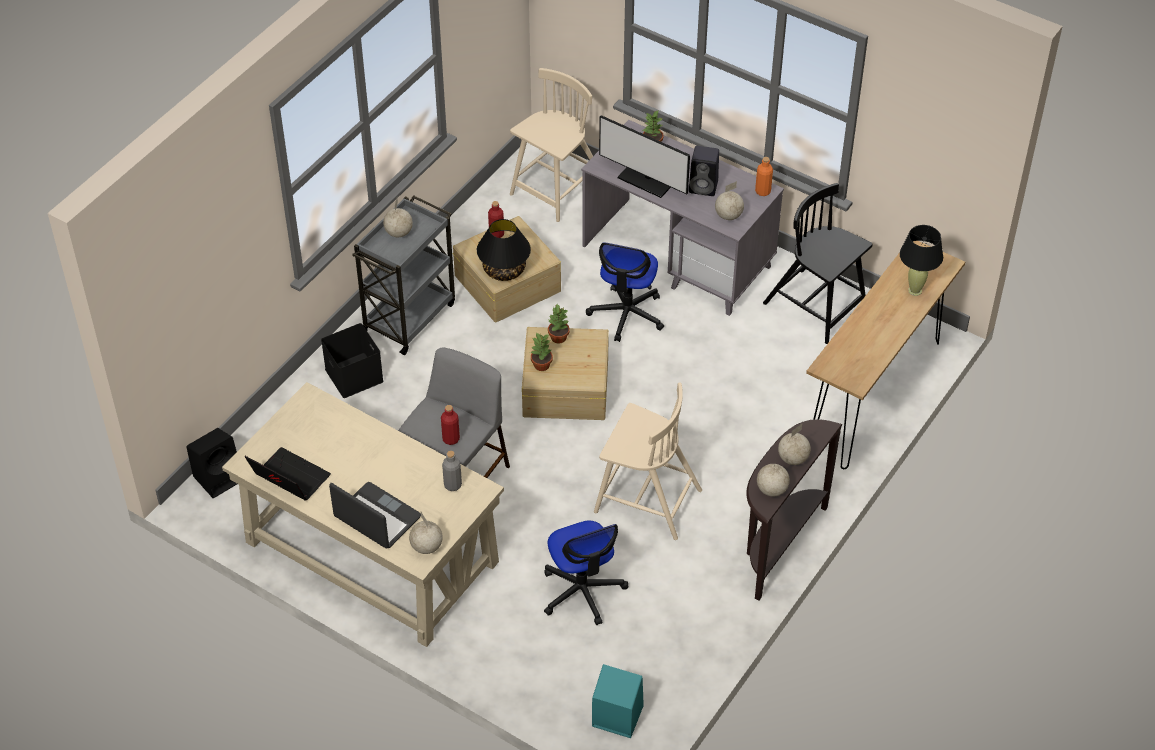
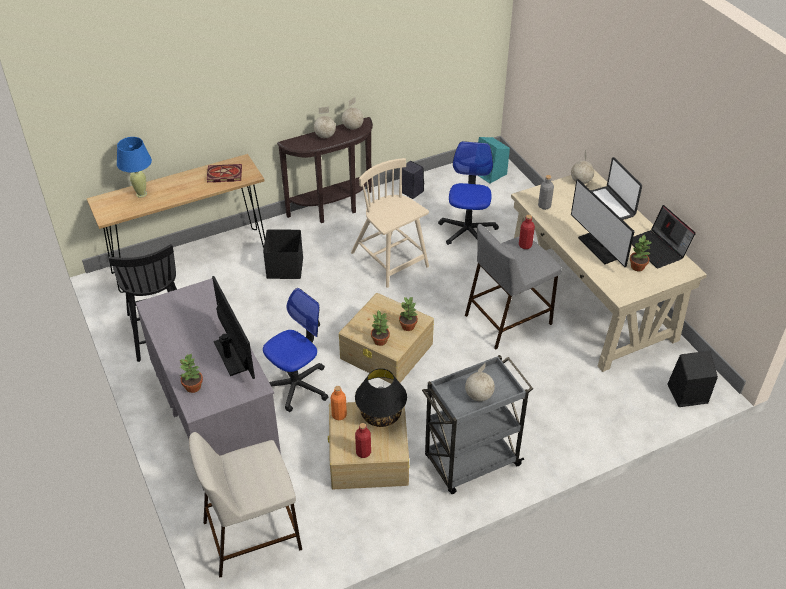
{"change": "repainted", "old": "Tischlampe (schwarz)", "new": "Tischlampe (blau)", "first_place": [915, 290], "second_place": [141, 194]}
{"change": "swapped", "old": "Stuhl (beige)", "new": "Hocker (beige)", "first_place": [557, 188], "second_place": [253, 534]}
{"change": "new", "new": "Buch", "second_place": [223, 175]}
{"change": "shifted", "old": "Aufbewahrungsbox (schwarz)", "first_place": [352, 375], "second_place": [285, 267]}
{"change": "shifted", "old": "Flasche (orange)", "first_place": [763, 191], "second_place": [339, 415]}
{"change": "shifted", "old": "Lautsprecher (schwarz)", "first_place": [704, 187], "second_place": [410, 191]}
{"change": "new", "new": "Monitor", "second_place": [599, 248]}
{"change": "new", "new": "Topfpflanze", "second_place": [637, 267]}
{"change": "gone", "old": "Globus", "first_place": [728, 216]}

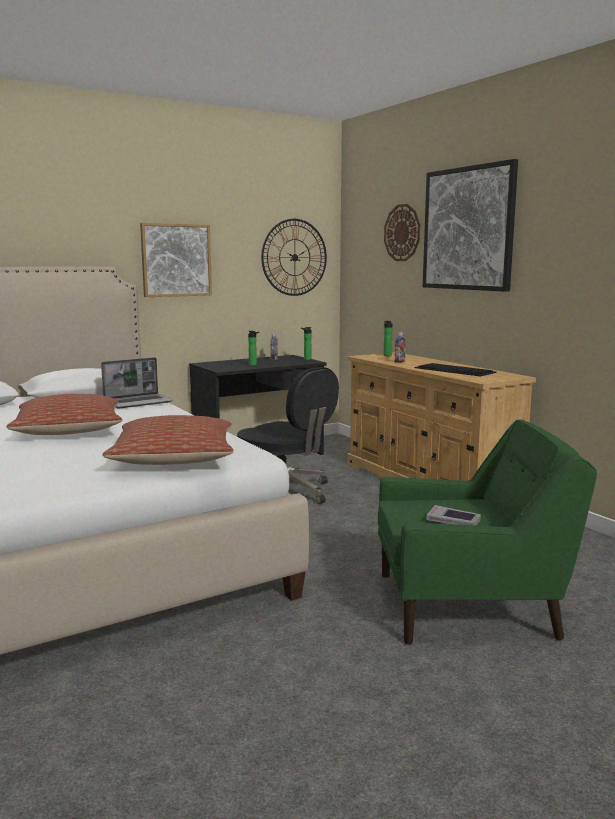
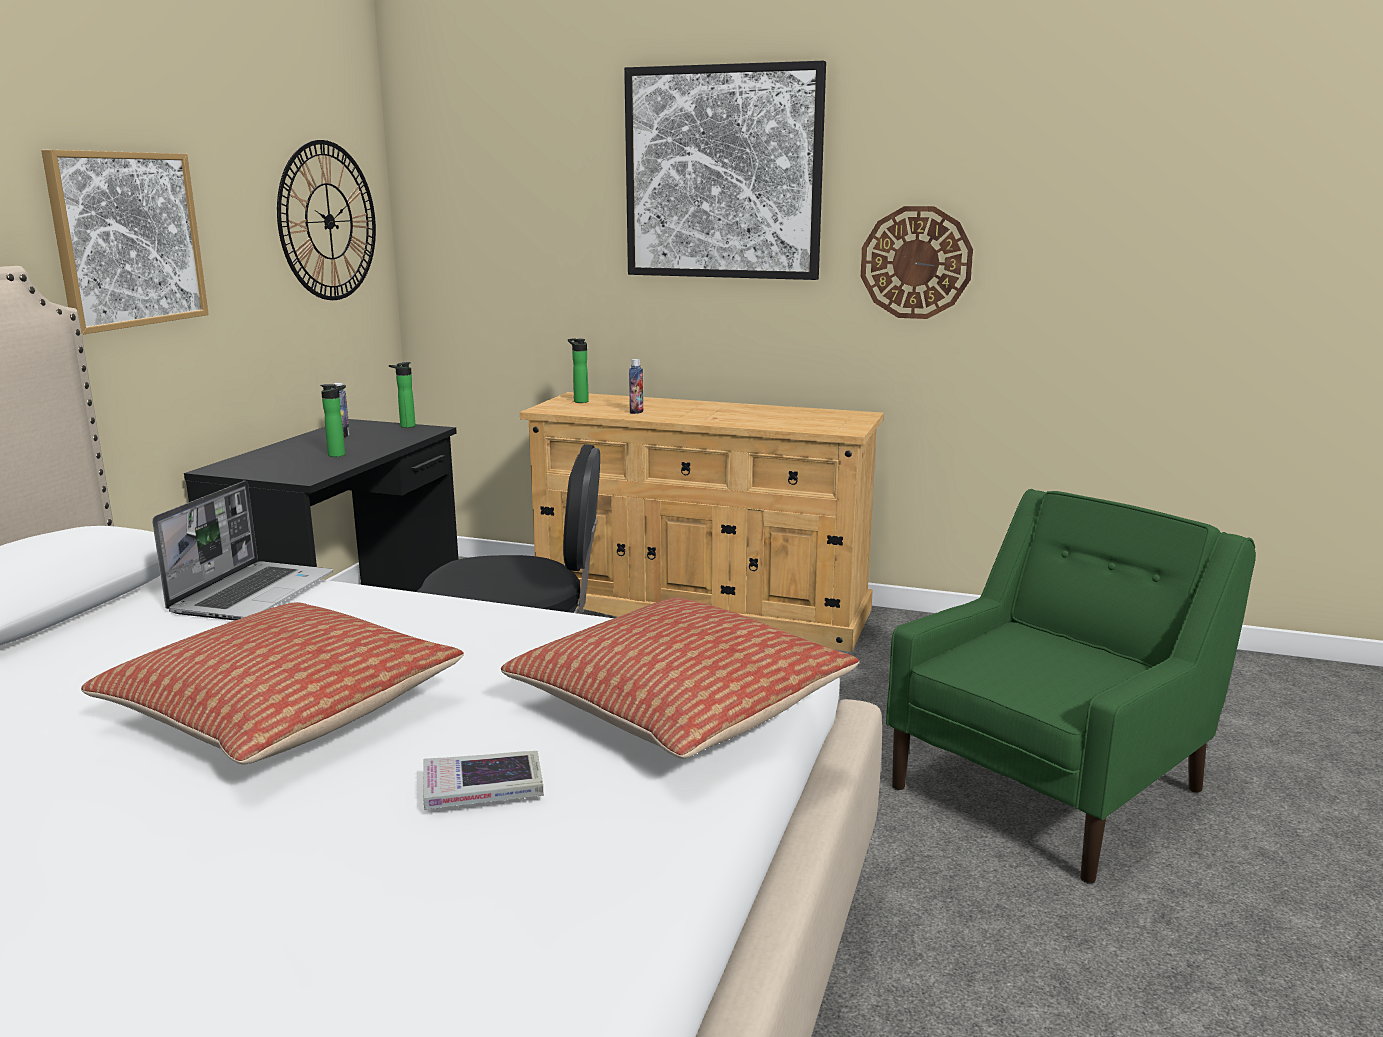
{"change": "shifted", "old": "Buch", "first_place": [453, 521], "second_place": [483, 789]}
{"change": "shifted", "old": "Wanduhr", "first_place": [402, 233], "second_place": [916, 262]}
{"change": "gone", "old": "Tastatur", "first_place": [455, 370]}

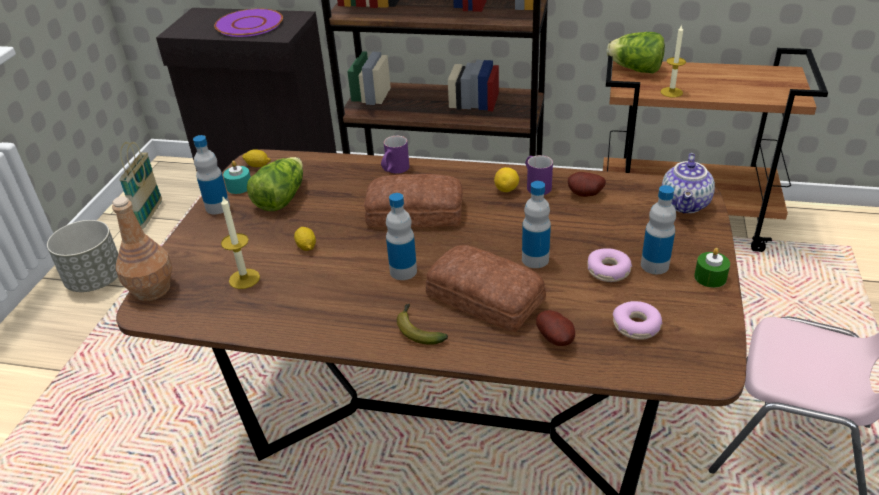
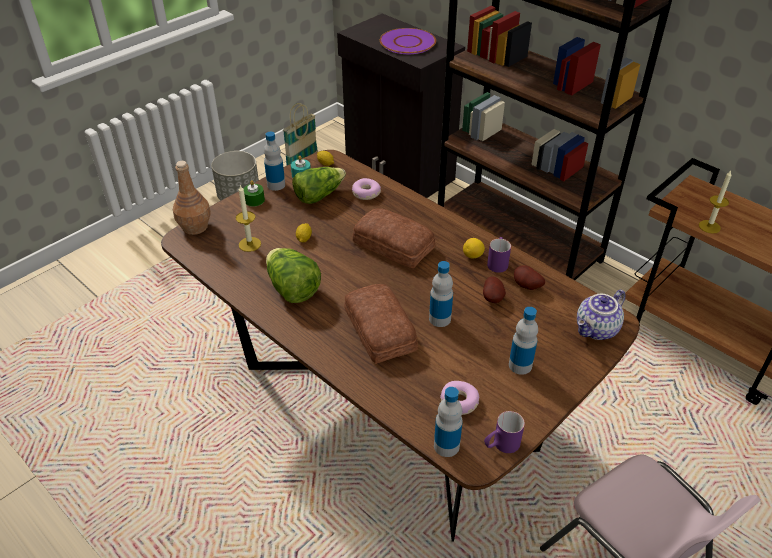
{"change": "shifted", "old": "Kerze (grün)", "first_place": [710, 277], "second_place": [254, 200]}
{"change": "shifted", "old": "Salatkopf", "first_place": [635, 70], "second_place": [292, 289]}
{"change": "shifted", "old": "Donut", "first_place": [608, 271], "second_place": [366, 193]}
{"change": "shifted", "old": "Flasche", "first_place": [403, 271], "second_place": [446, 446]}
{"change": "shifted", "old": "Kartoffel", "first_place": [556, 340], "second_place": [493, 298]}
{"change": "shifted", "old": "Henkelbecher (lila)", "first_place": [394, 170], "second_place": [501, 445]}
{"change": "gone", "old": "Banane", "first_place": [418, 330]}

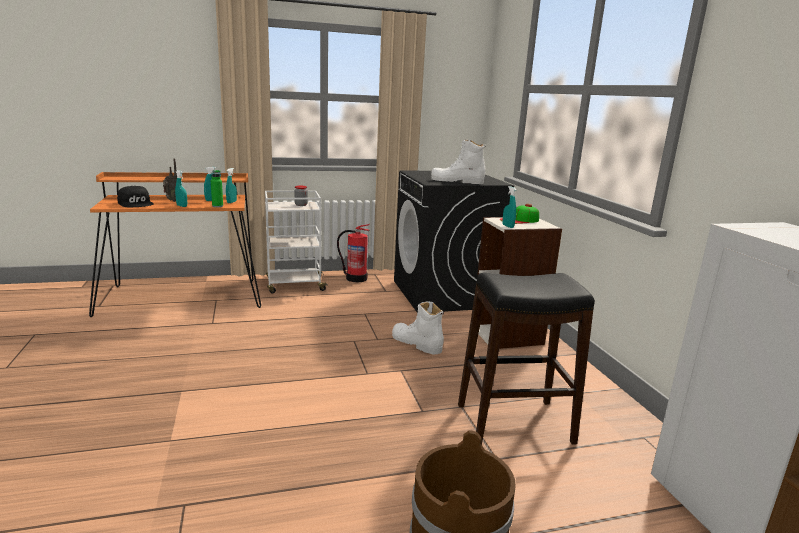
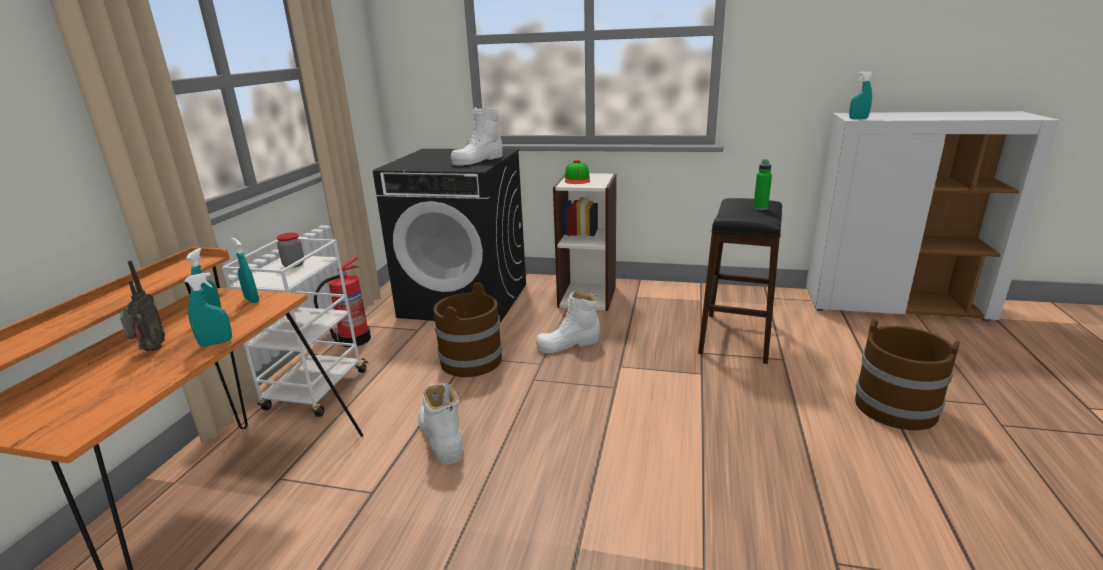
{"change": "new", "new": "Stiefel (weiß)", "second_place": [441, 438]}
{"change": "new", "new": "Eimer (braun)", "second_place": [471, 360]}
{"change": "shifted", "old": "Flasche (grün)", "first_place": [217, 206], "second_place": [760, 208]}
{"change": "shifted", "old": "Sprühflasche (türkis)", "first_place": [508, 226], "second_place": [858, 119]}
{"change": "gone", "old": "Kappe (schwarz)", "first_place": [136, 203]}

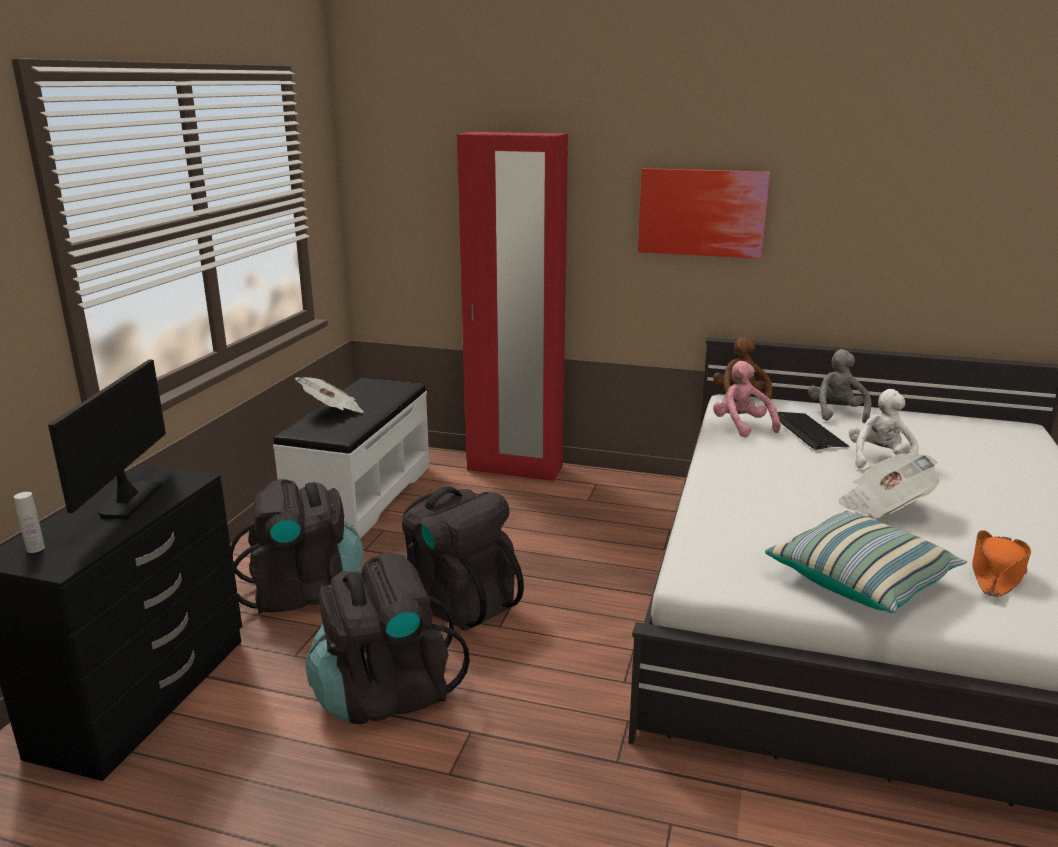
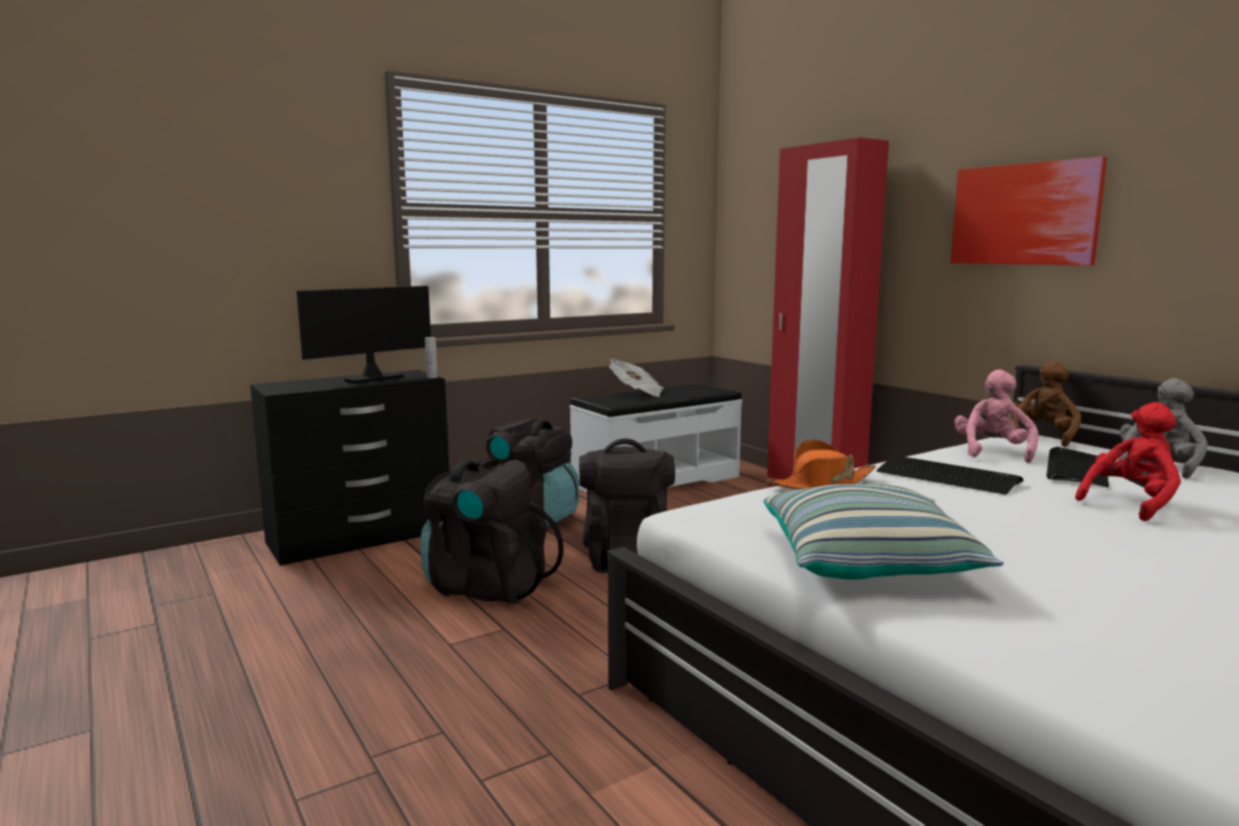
{"change": "shifted", "old": "Flasche (weiß)", "first_place": [35, 548], "second_place": [432, 377]}
{"change": "shifted", "old": "Hut (orange)", "first_place": [996, 573], "second_place": [821, 483]}
{"change": "new", "new": "Tastatur", "second_place": [946, 477]}
{"change": "repainted", "old": "Plüschtier (weiß)", "new": "Plüschtier (rot)", "first_place": [879, 460], "second_place": [1131, 504]}
{"change": "gone", "old": "Zeitung", "first_place": [884, 506]}

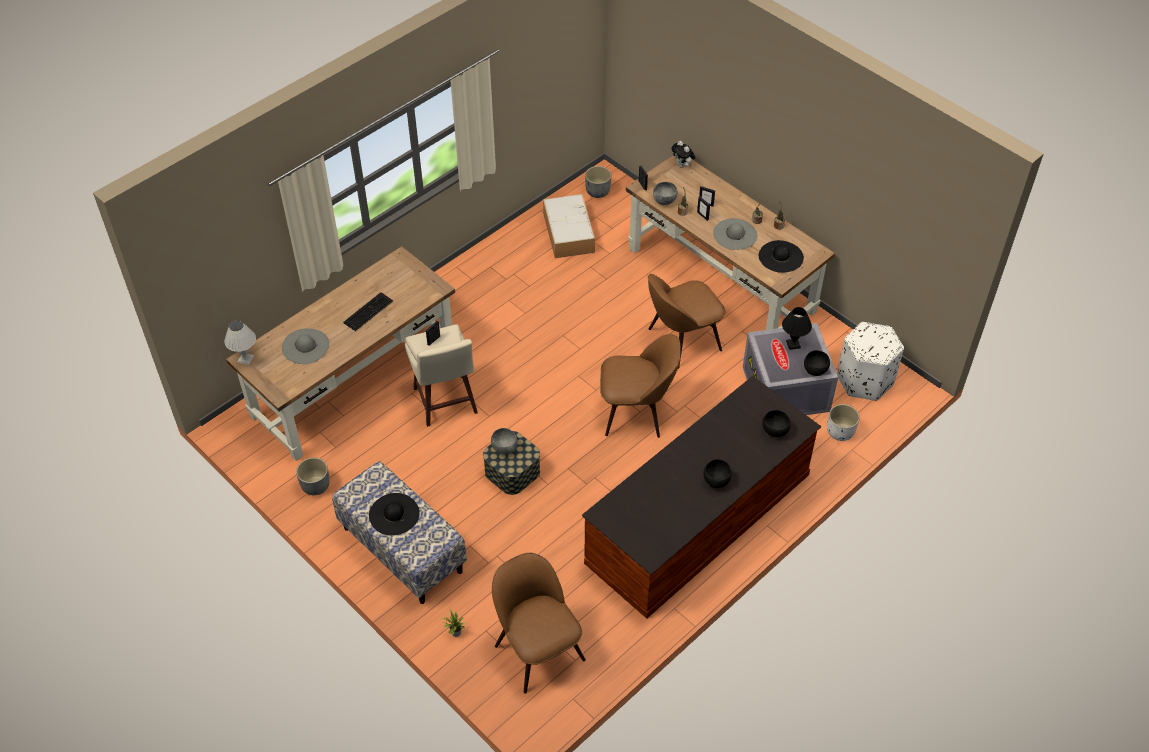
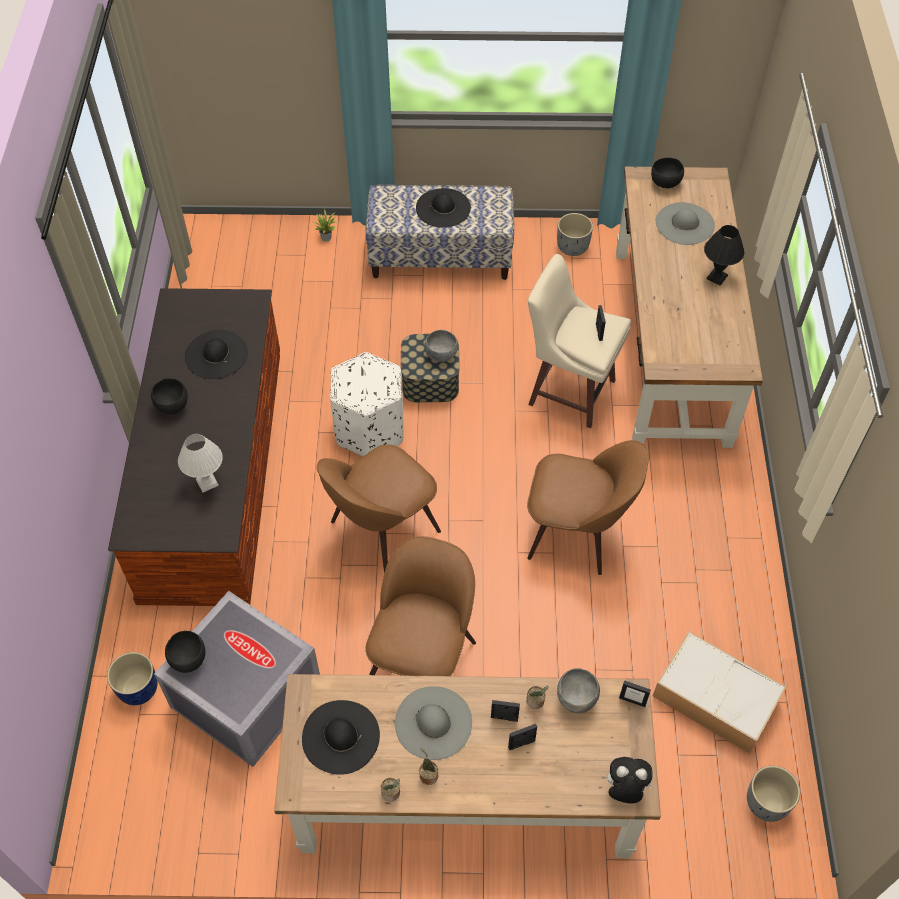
{"change": "repainted", "old": "Pflanzkübel (weiß)", "new": "Pflanzkübel (blau)", "first_place": [840, 432], "second_place": [138, 688]}
{"change": "shifted", "old": "Tischlampe (weiß)", "first_place": [245, 359], "second_place": [207, 483]}
{"change": "new", "new": "Hut (schwarz)", "second_place": [216, 354]}
{"change": "shifted", "old": "Polsterhocker (weiß)", "first_place": [864, 380], "second_place": [370, 429]}
{"change": "shifted", "old": "Stuhl (braun)", "first_place": [537, 649], "second_place": [577, 532]}
{"change": "shifted", "old": "Schüssel (schwarz)", "first_place": [774, 431], "second_place": [665, 184]}
{"change": "shifted", "old": "Tischlampe (schwarz)", "first_place": [793, 344], "second_place": [716, 277]}
{"change": "gone", "old": "Tastatur", "first_place": [368, 311]}

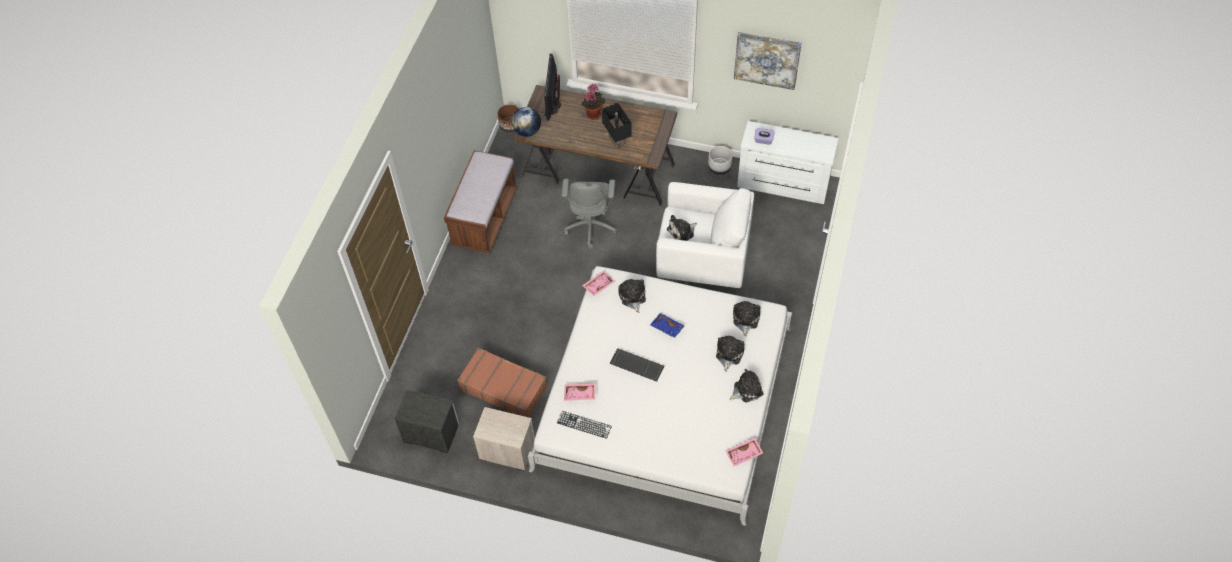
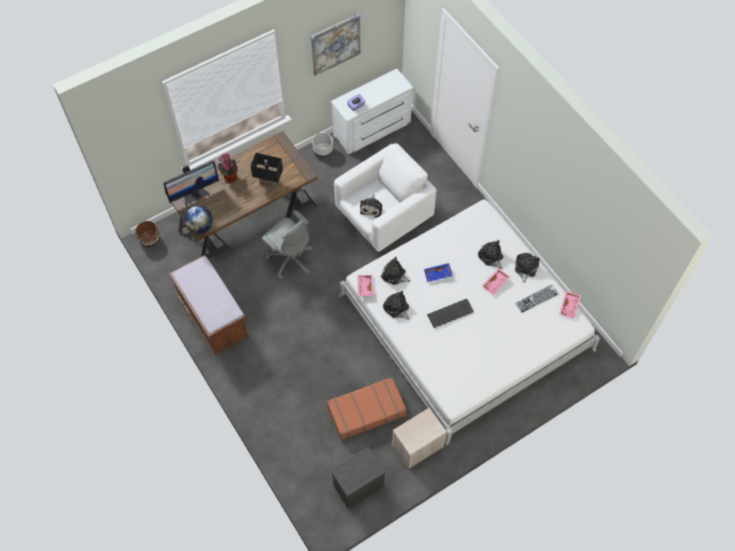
{"change": "rotated", "old": "Monitor", "first_place": [553, 105], "second_place": [194, 194], "degrees": -75}
{"change": "shifted", "old": "Plüschtier", "first_place": [745, 319], "second_place": [396, 308]}
{"change": "shifted", "old": "Tablett (rosa)", "first_place": [580, 394], "second_place": [496, 283]}
{"change": "shifted", "old": "Tastatur", "first_place": [584, 424], "second_place": [536, 298]}

